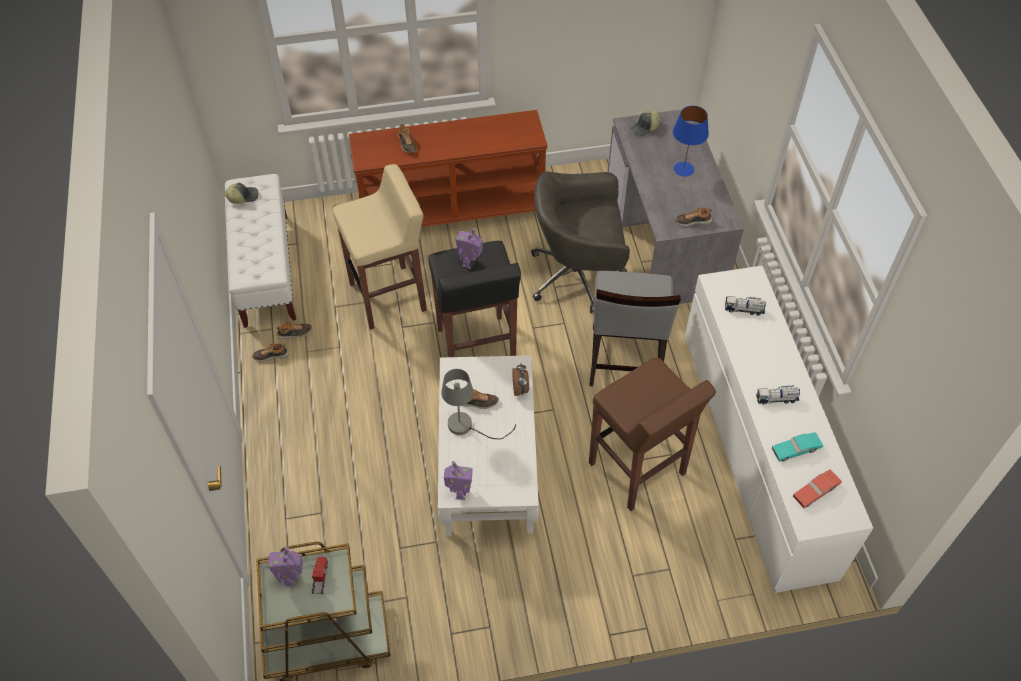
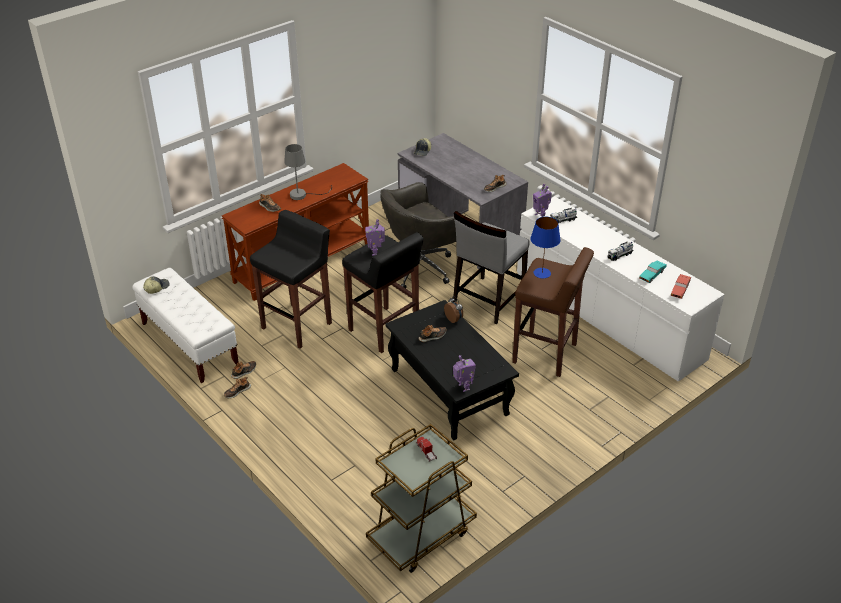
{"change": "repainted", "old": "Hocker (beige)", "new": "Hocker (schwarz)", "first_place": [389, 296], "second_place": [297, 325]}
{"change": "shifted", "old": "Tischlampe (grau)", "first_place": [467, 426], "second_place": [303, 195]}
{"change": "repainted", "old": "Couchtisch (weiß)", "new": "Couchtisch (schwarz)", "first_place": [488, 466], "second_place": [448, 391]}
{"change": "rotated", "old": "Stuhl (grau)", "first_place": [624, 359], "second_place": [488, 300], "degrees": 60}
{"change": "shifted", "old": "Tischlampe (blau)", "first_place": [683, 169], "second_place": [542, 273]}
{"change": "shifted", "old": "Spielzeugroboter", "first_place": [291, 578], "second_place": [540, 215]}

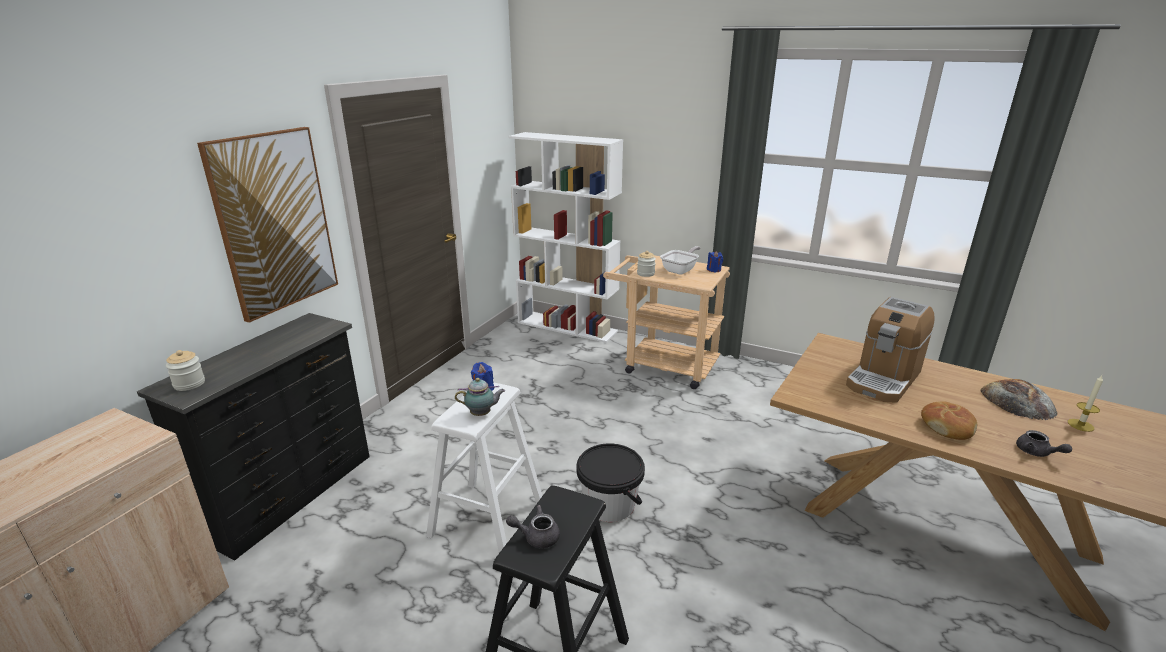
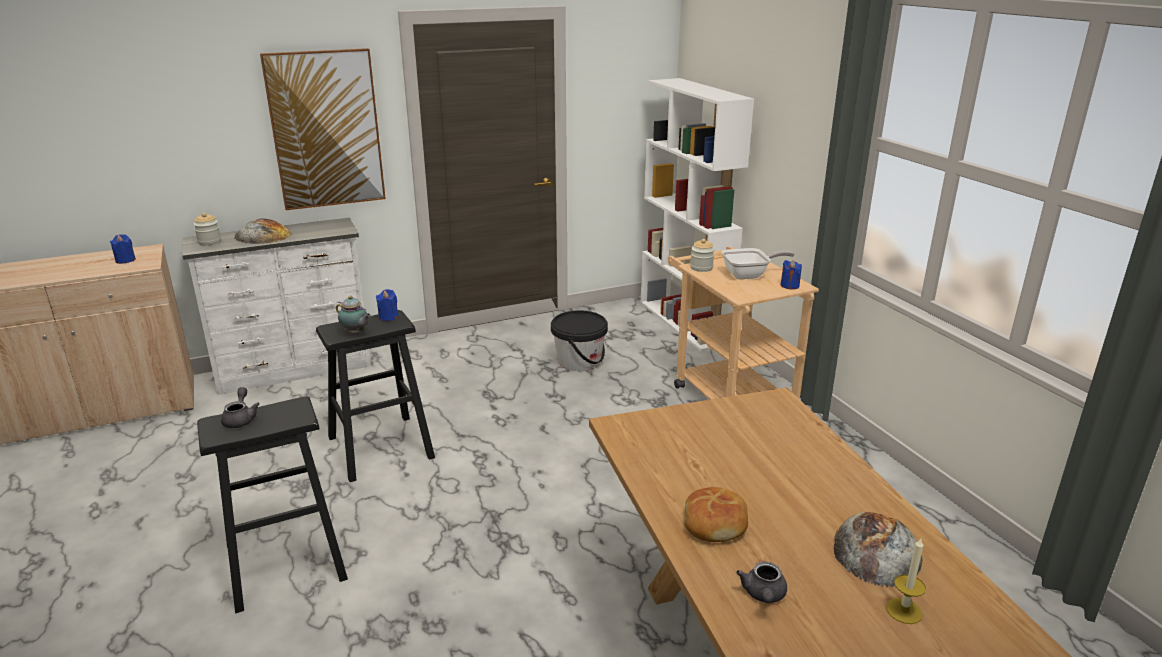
{"change": "new", "new": "Kerze (blau)", "second_place": [125, 260]}
{"change": "repainted", "old": "Kommode (schwarz)", "new": "Kommode (weiß)", "first_place": [293, 495], "second_place": [295, 370]}
{"change": "rotated", "old": "Teekanne (grau)", "first_place": [536, 536], "second_place": [241, 419], "degrees": 45}
{"change": "new", "new": "Brot", "second_place": [262, 236]}
{"change": "repainted", "old": "Hocker (weiß)", "new": "Hocker (schwarz)", "first_place": [487, 519], "second_place": [381, 447]}
{"change": "shifted", "old": "Eimer (schwarz)", "first_place": [609, 504], "second_place": [579, 361]}
{"change": "gone", "old": "Kaffeemaschine", "first_place": [883, 379]}

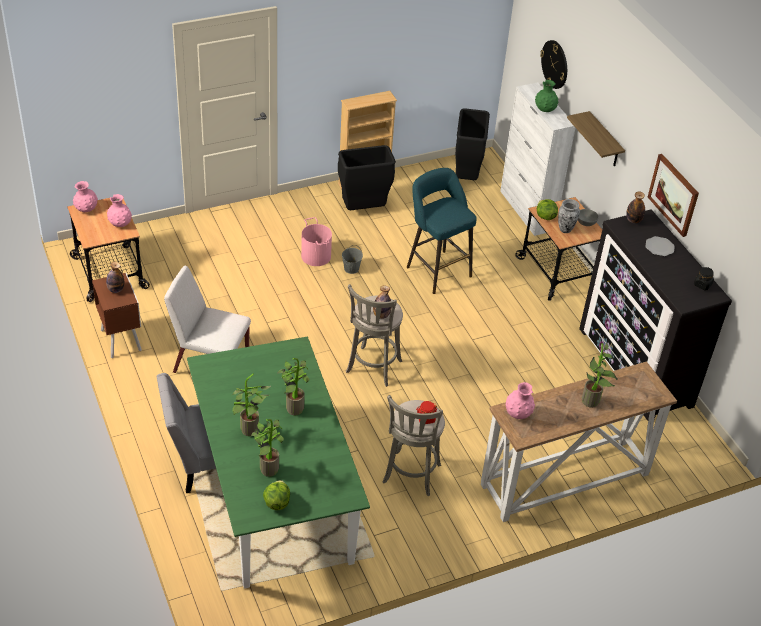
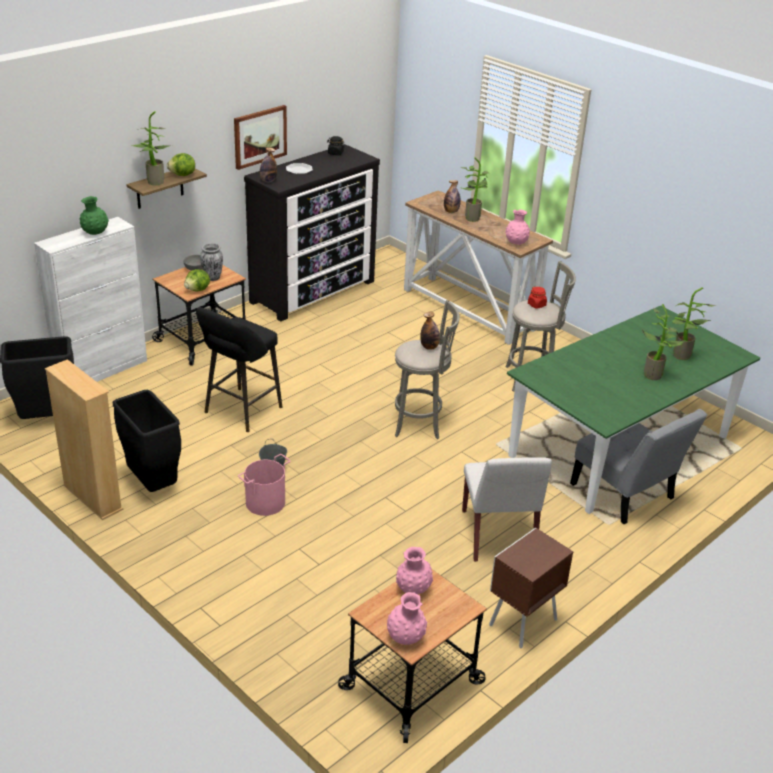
{"change": "shifted", "old": "Topfpflanze", "first_place": [293, 407], "second_place": [154, 183]}
{"change": "shifted", "old": "Salatkopf", "first_place": [277, 502], "second_place": [182, 175]}
{"change": "repainted", "old": "Hocker (türkis)", "new": "Hocker (schwarz)", "first_place": [436, 269], "second_place": [240, 412]}
{"change": "shifted", "old": "Flasche", "first_place": [116, 289], "second_place": [451, 212]}
{"change": "gone", "old": "Wanduhr", "first_place": [555, 64]}

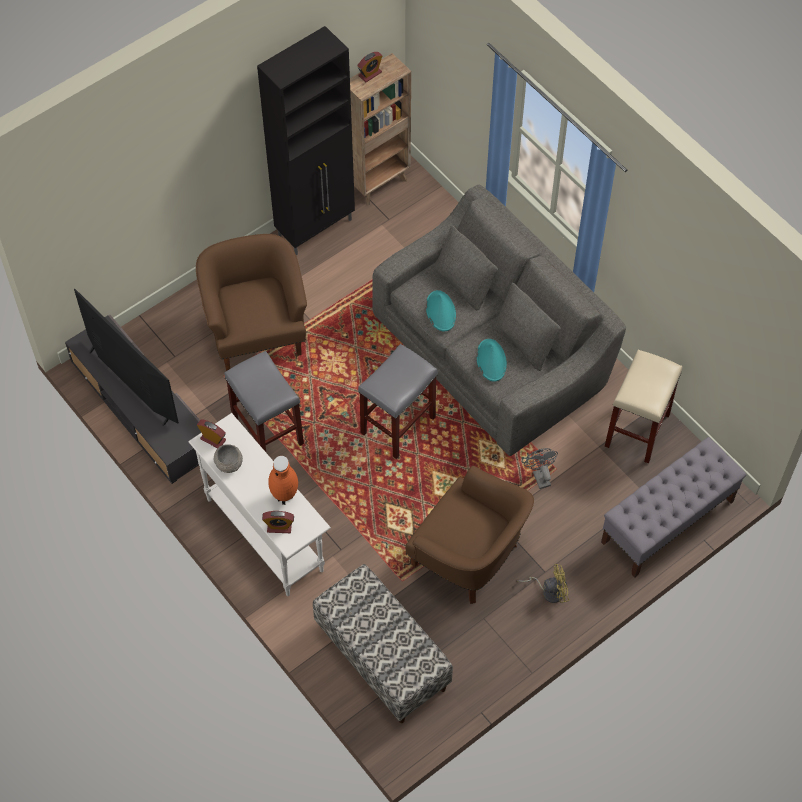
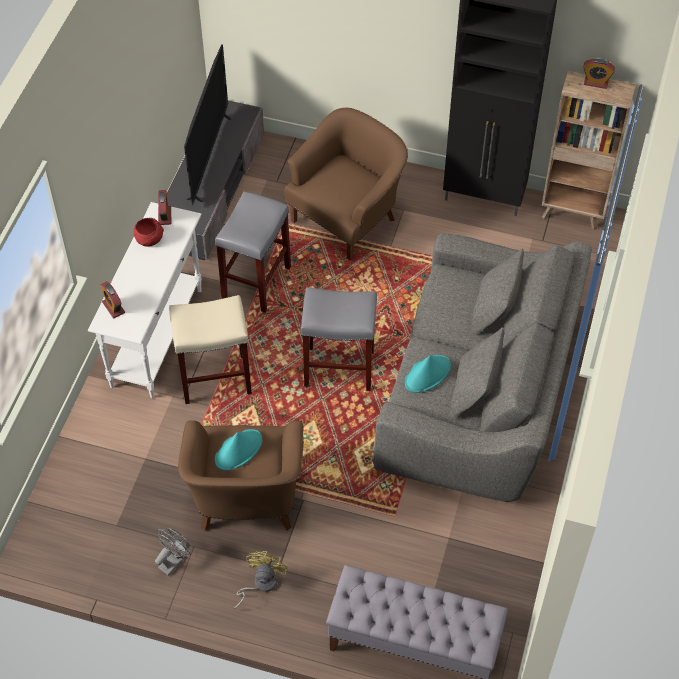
{"change": "repainted", "old": "Schüssel (grau)", "new": "Schüssel (rot)", "first_place": [229, 463], "second_place": [149, 239]}
{"change": "shifted", "old": "Ventilator (grau)", "first_place": [540, 476], "second_place": [173, 560]}
{"change": "shifted", "old": "Hocker (beige)", "first_place": [637, 431], "second_place": [214, 379]}
{"change": "shifted", "old": "Hut (türkis)", "first_place": [440, 311], "second_place": [238, 450]}
{"change": "rotated", "old": "Ventilator (gelb)", "first_place": [549, 591], "second_place": [260, 584], "degrees": -120}
{"change": "gone", "old": "Vase (orange)", "first_place": [285, 497]}
{"change": "gone", "old": "Bank", "first_place": [381, 658]}

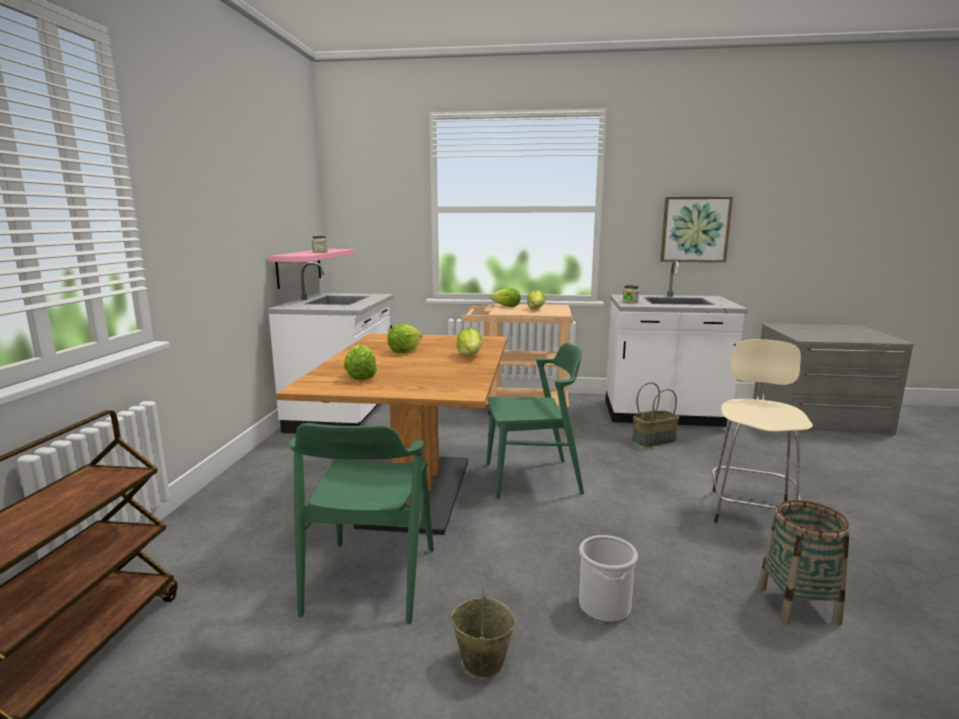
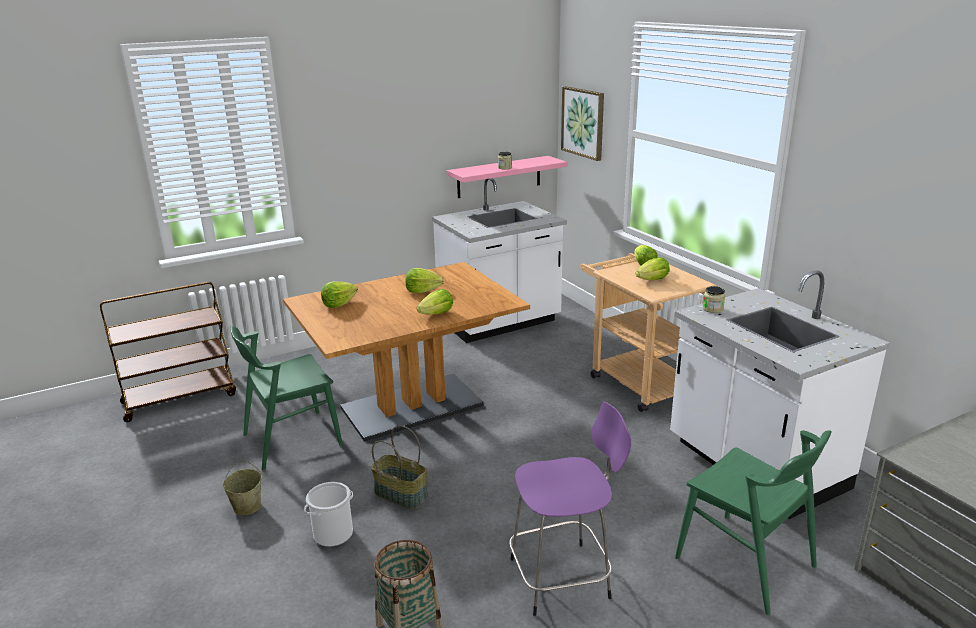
{"change": "shifted", "old": "Korb", "first_place": [654, 440], "second_place": [402, 494]}
{"change": "repainted", "old": "Hocker (beige)", "new": "Hocker (lila)", "first_place": [751, 510], "second_place": [563, 577]}
{"change": "shifted", "old": "Bild", "first_place": [695, 229], "second_place": [583, 122]}
{"change": "shifted", "old": "Stuhl (grün)", "first_place": [533, 479], "second_place": [745, 562]}

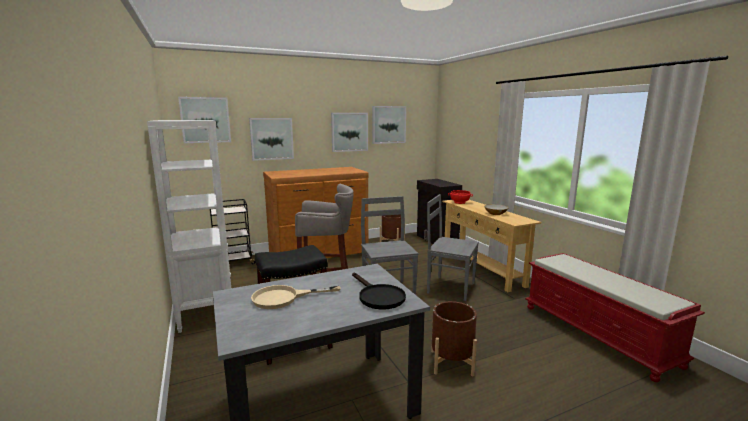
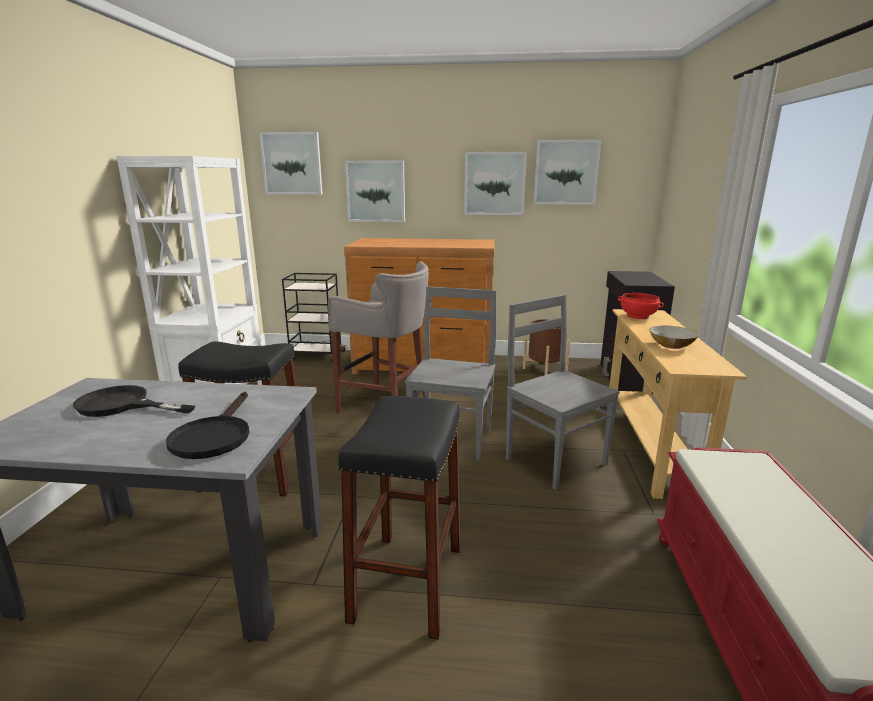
{"change": "repainted", "old": "Pfanne (beige)", "new": "Pfanne (schwarz)", "first_place": [284, 298], "second_place": [123, 405]}
{"change": "swapped", "old": "Pflanzkübel (braun)", "new": "Hocker (schwarz)", "first_place": [451, 362], "second_place": [407, 582]}

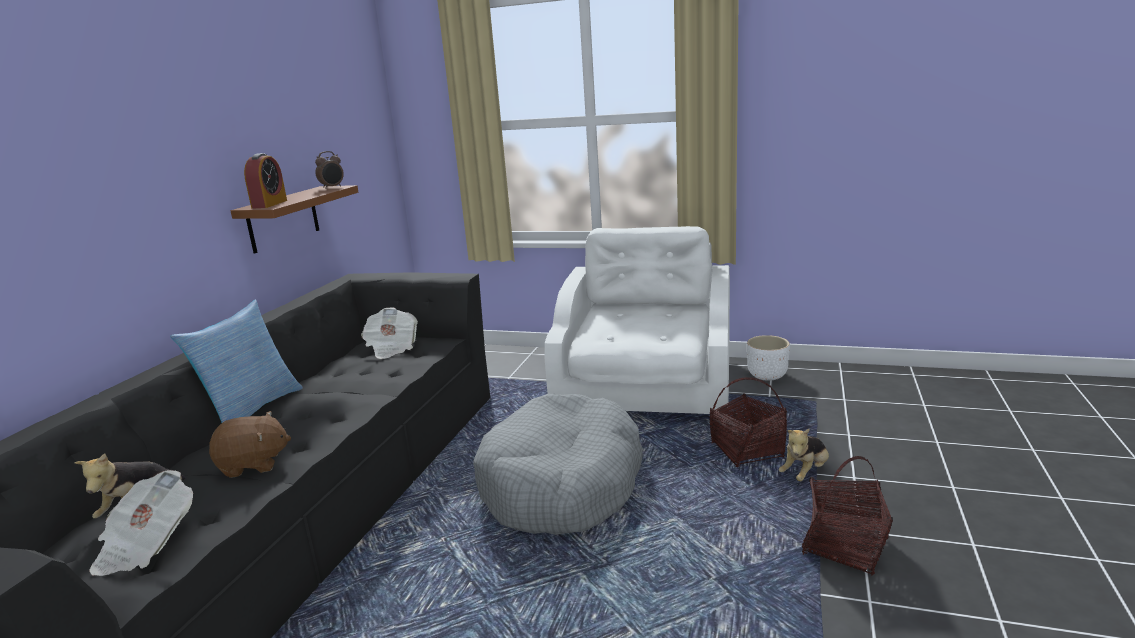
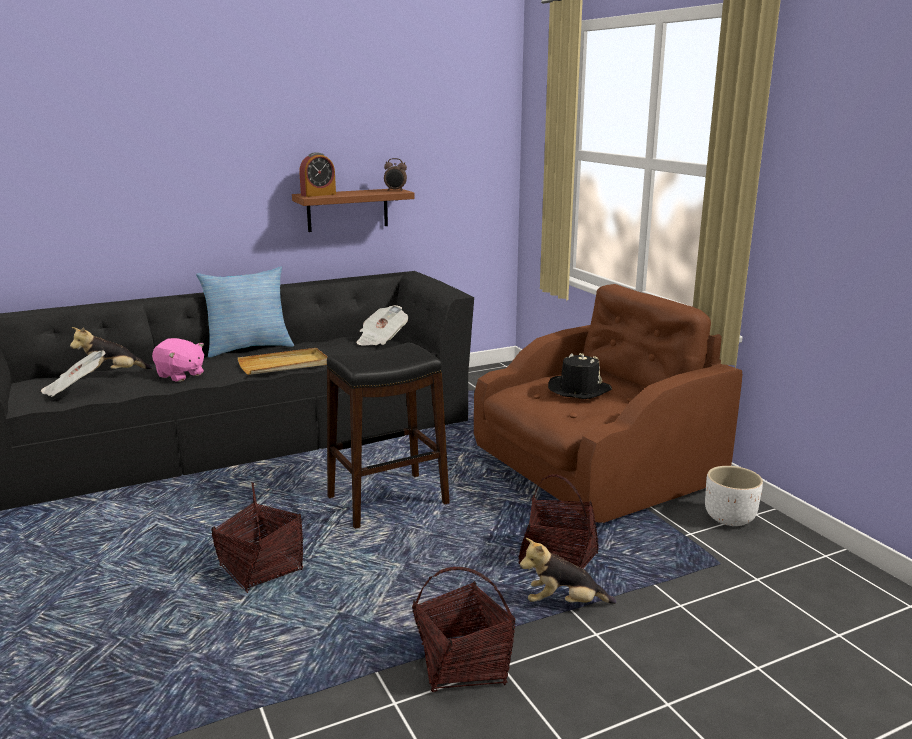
{"change": "repainted", "old": "Plüschtier (braun)", "new": "Plüschtier (rosa)", "first_place": [253, 464], "second_place": [180, 375]}
{"change": "new", "new": "Korb", "second_place": [261, 569]}
{"change": "new", "new": "Tablett (beige)", "second_place": [284, 365]}
{"change": "swapped", "old": "Hundebett (grau)", "new": "Hocker (schwarz)", "first_place": [562, 484], "second_place": [388, 500]}
{"change": "repainted", "old": "Sessel (weiß)", "new": "Sessel (braun)", "first_place": [646, 388], "second_place": [594, 471]}
{"change": "new", "new": "Hut (schwarz)", "second_place": [579, 390]}

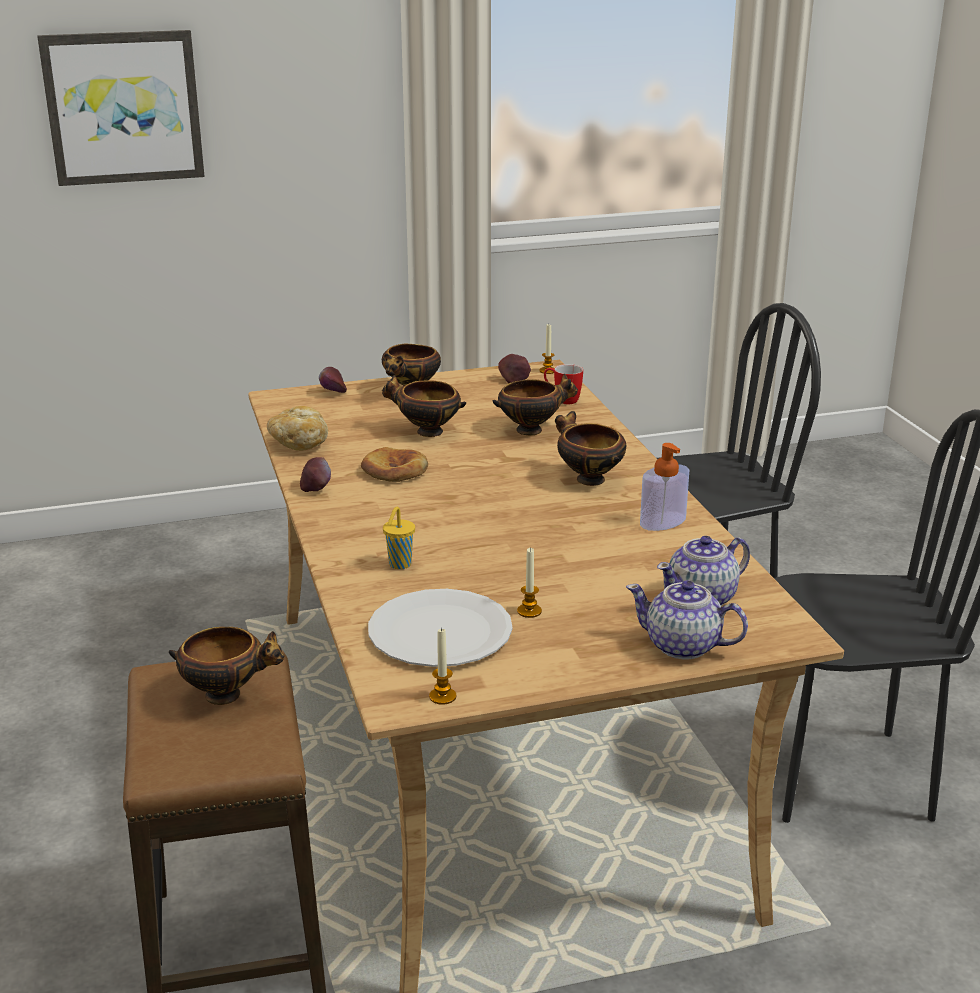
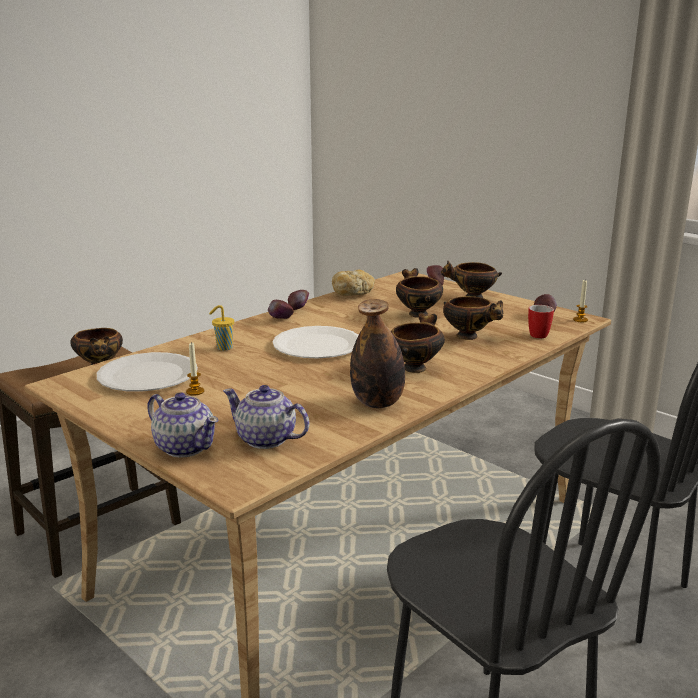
{"change": "rotated", "old": "Teekanne", "first_place": [683, 646], "second_place": [185, 447], "degrees": 135}
{"change": "new", "new": "Apfel", "second_place": [280, 320]}
{"change": "new", "new": "Teller (weiß)", "second_place": [317, 345]}
{"change": "swapped", "old": "Seifenspender", "new": "Flasche", "first_place": [663, 521], "second_place": [377, 403]}
{"change": "gone", "old": "Bild", "first_place": [123, 107]}
{"change": "gone", "old": "Brot", "first_place": [394, 470]}
{"change": "gone", "old": "Kerze", "first_place": [442, 696]}

